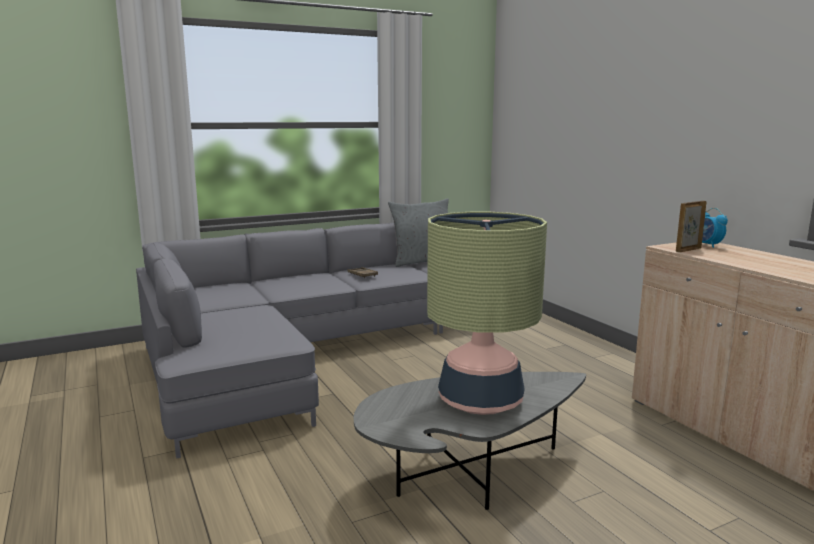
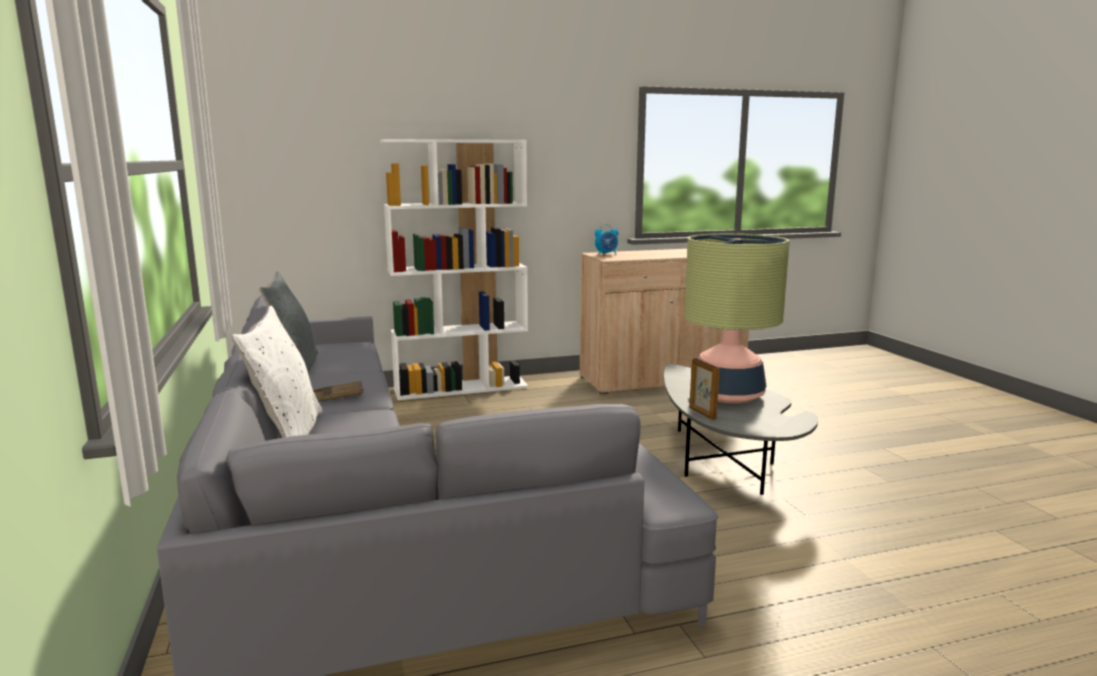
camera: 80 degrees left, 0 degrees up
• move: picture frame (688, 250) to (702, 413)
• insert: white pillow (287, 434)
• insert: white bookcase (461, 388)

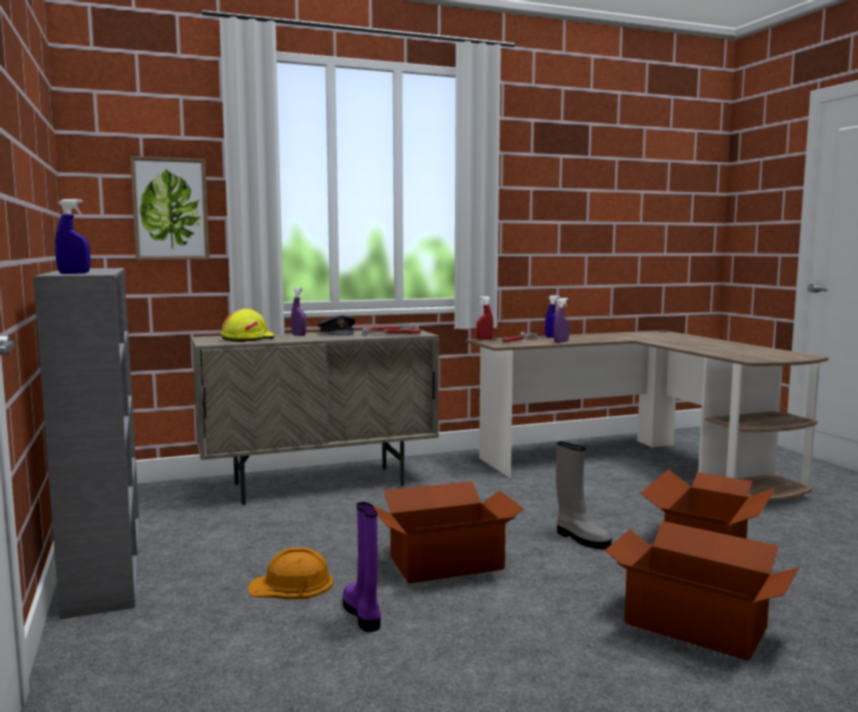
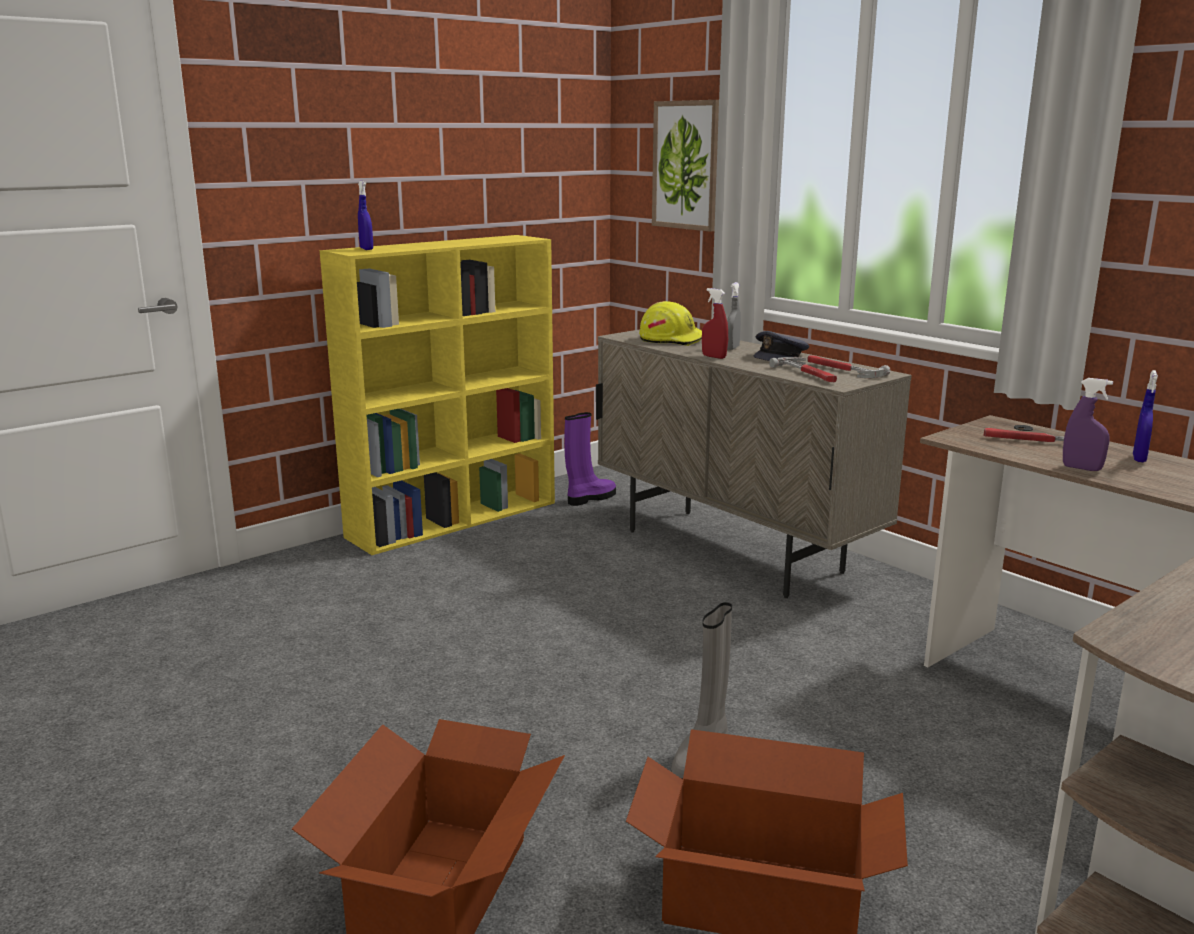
camera: 70 degrees right, 10 degrees up
• recolor: grey bookcase (105, 560) to yellow bookcase (455, 519)
• delete: orange hard hat (292, 585)
• recolor: purple spray bottle (299, 335) to grey spray bottle (732, 348)
• move: purple boot (363, 614) to (590, 498)
• delete: cardboard box (445, 563)
• move: red spray bottle (484, 339) to (714, 357)

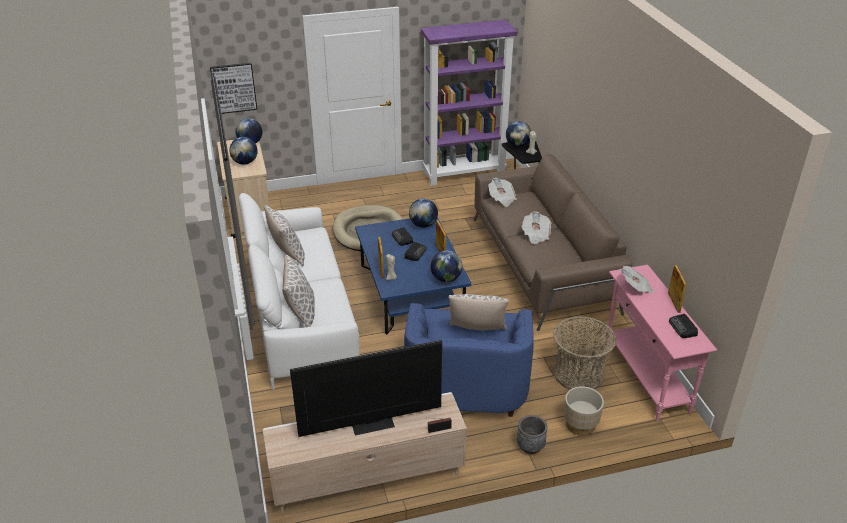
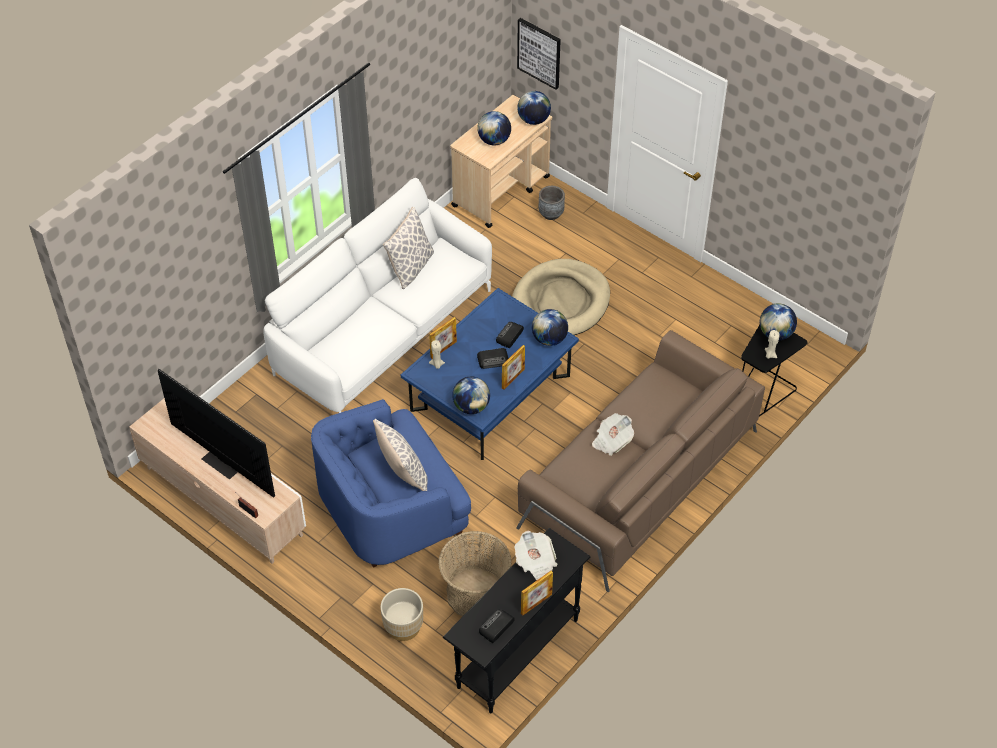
camera: 55 degrees right, 15 degrees up
• delete: pillow (301, 312)
• delete: purple bookcase (464, 173)
• delete: newspaper (502, 199)
• move: grey planter (530, 446) to (551, 213)
• recolor: pink console table (646, 377) to black console table (517, 653)

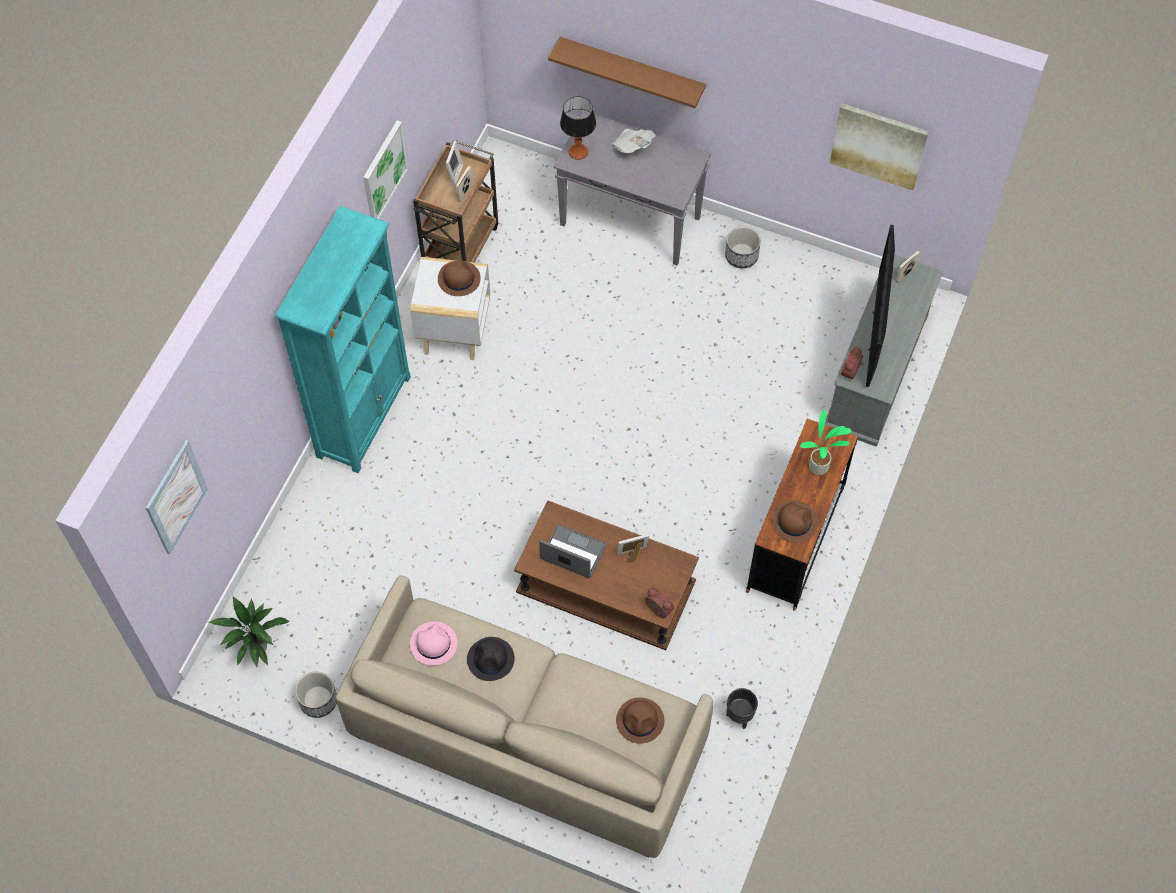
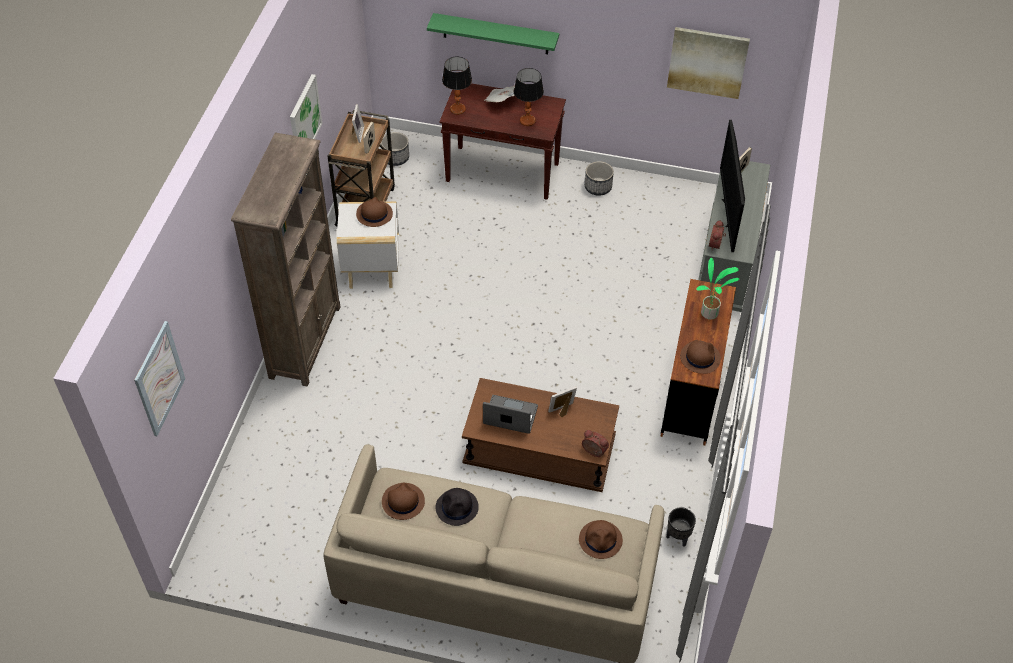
camera: 10 degrees left, 10 degrees down
• delete: potted plant (257, 649)
• recolor: turquoise bookcase (364, 416) to brown bookcase (305, 341)
• move: planter (318, 701) to (395, 158)
• recolor: pink hat (433, 644) to brown hat (402, 501)
• recolor: brown shelf (632, 71) to green shelf (495, 34)
• recolor: grey console table (631, 221) to brown console table (503, 172)
• insert: table lamp (527, 121)

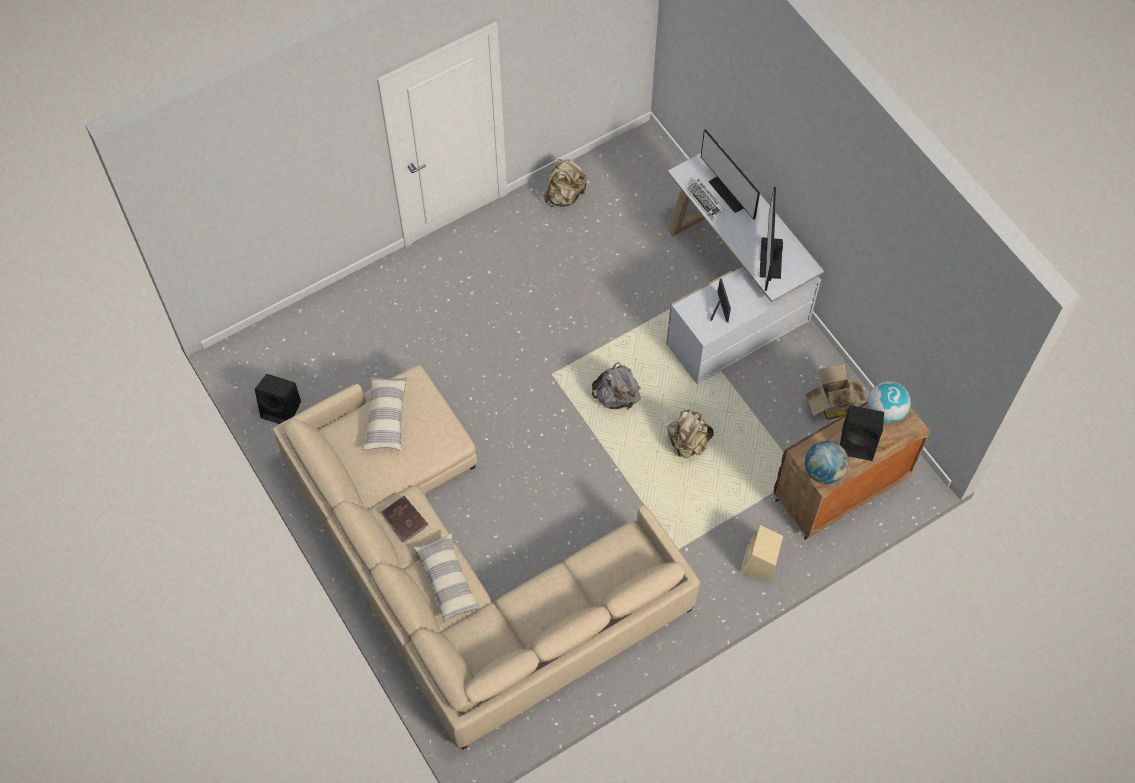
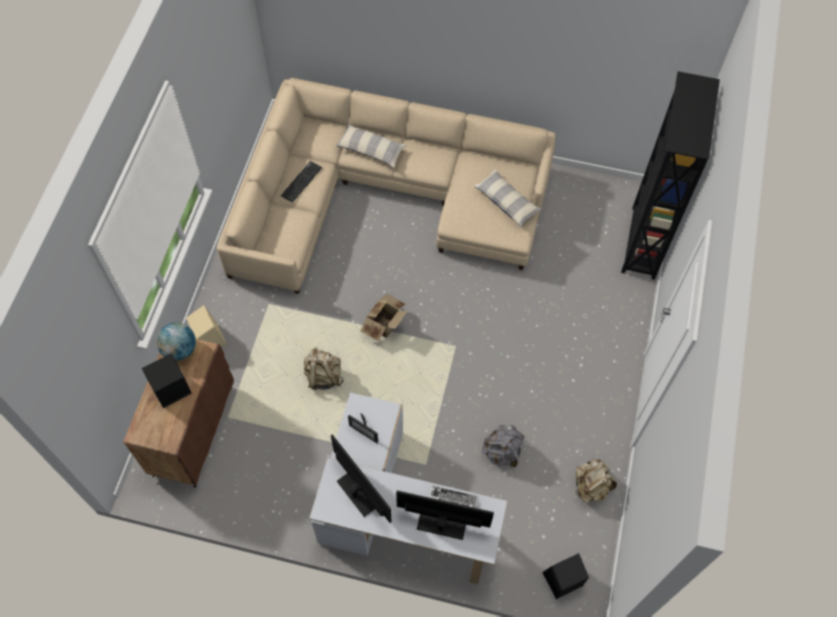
camera: 135 degrees right, 0 degrees up
• move: black speaker (282, 409) to (561, 580)
• delete: brown book (404, 520)
• move: grey backpack (616, 397) to (502, 451)
• move: cardboard box (832, 404) to (385, 325)
• delete: globe (885, 411)
• insert: keyboard (301, 182)
• insert: black bookcase (642, 243)

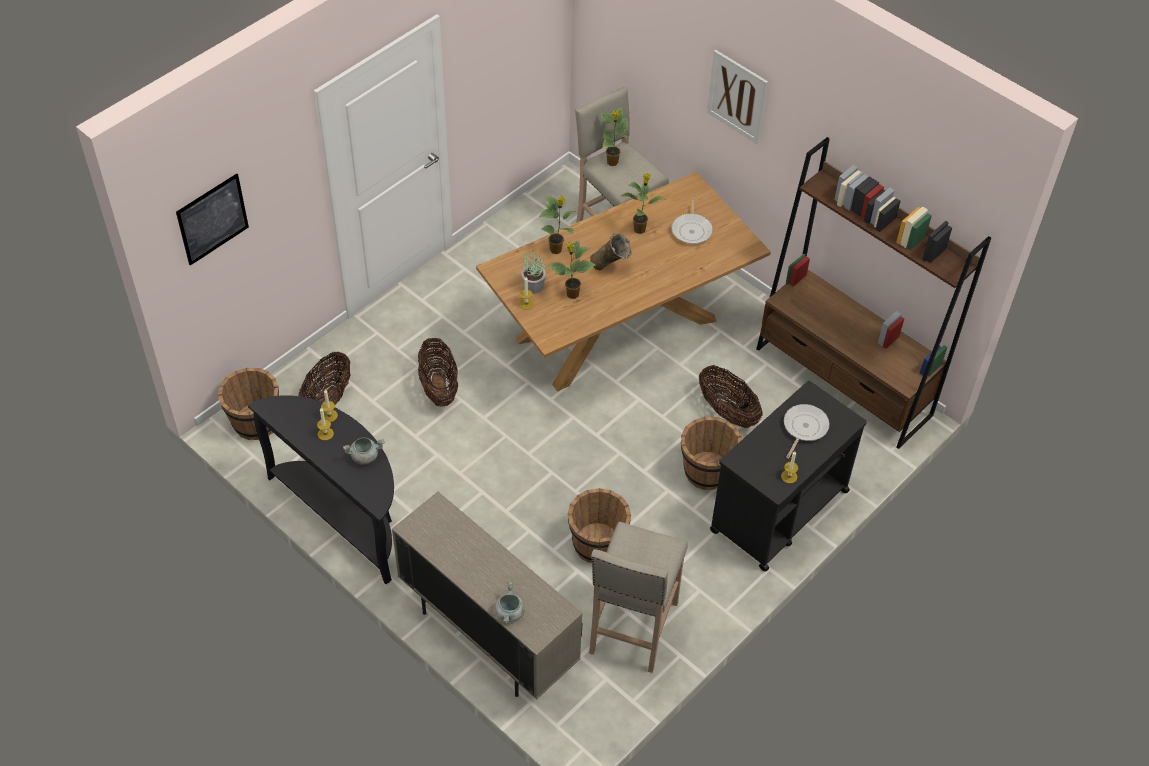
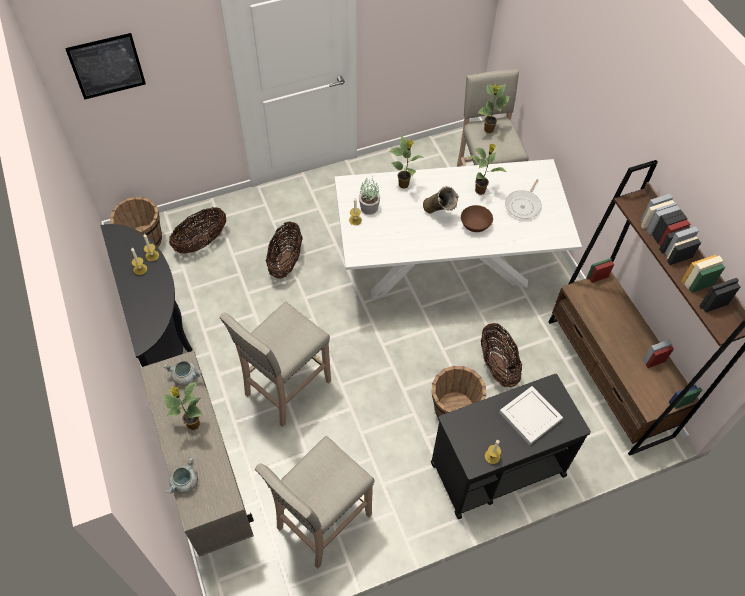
camera: 25 degrees right, 5 degrees up
• move: grey cooking pot (365, 456) to (186, 377)
• recolor: brown dining table (619, 329) to white dining table (446, 265)
• move: potted plant (572, 294) to (192, 424)
• delete: brown bucket (597, 545)
• delete: picture (737, 96)
• replace: frying pan (804, 428) to white tray (529, 416)
• insert: beige stool (286, 388)
• insert: brown bowl (475, 224)

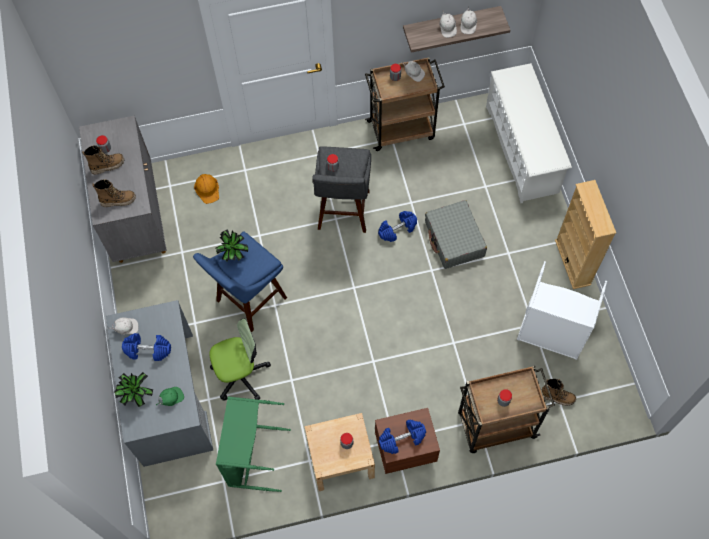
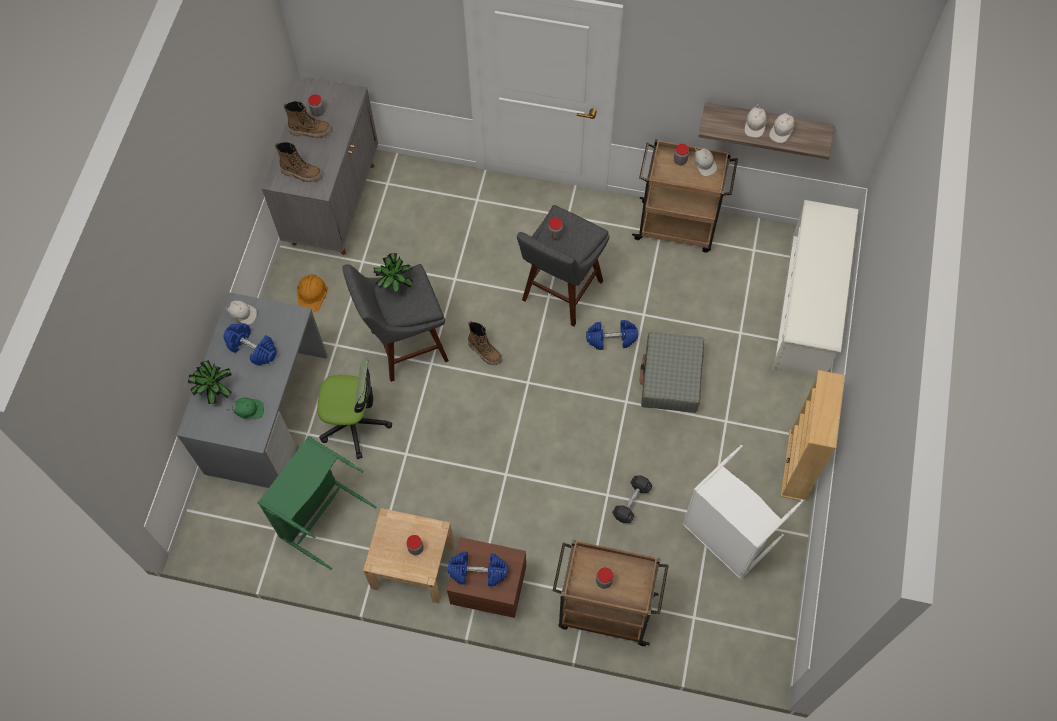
camera: 25 degrees right, 0 degrees up
• recolor: blue stool (249, 301) to grey stool (405, 347)
• move: orange hard hat (207, 189) to (311, 294)
• move: boot (557, 397) to (485, 352)
• insert: black dumbbell (631, 502)

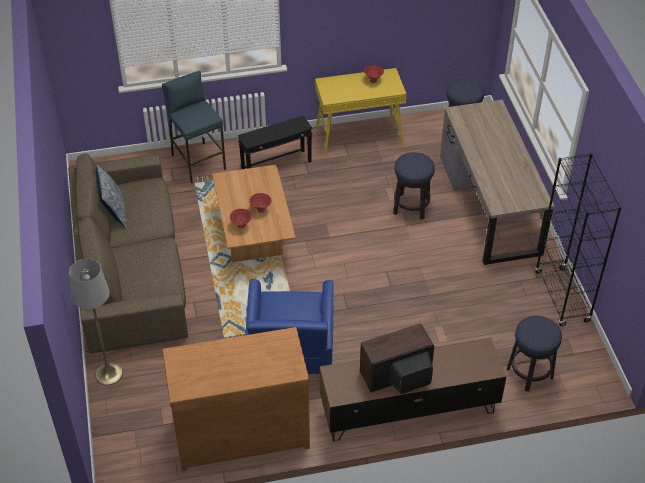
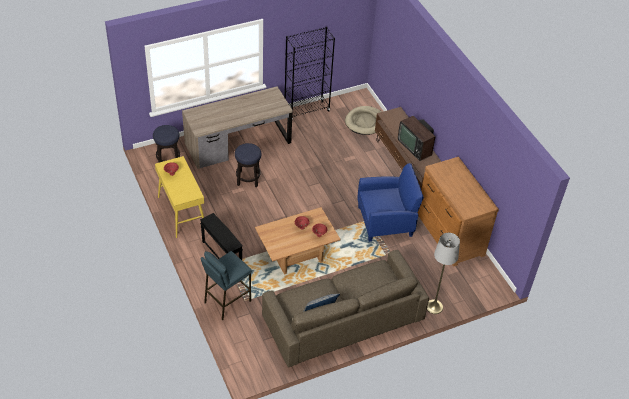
camera: 105 degrees left, 0 degrees up
• replace: stool (530, 373) to beige dog bed (365, 122)

